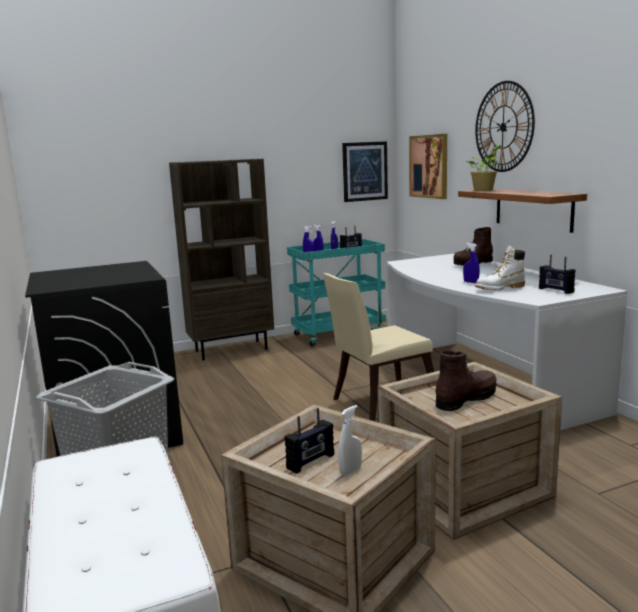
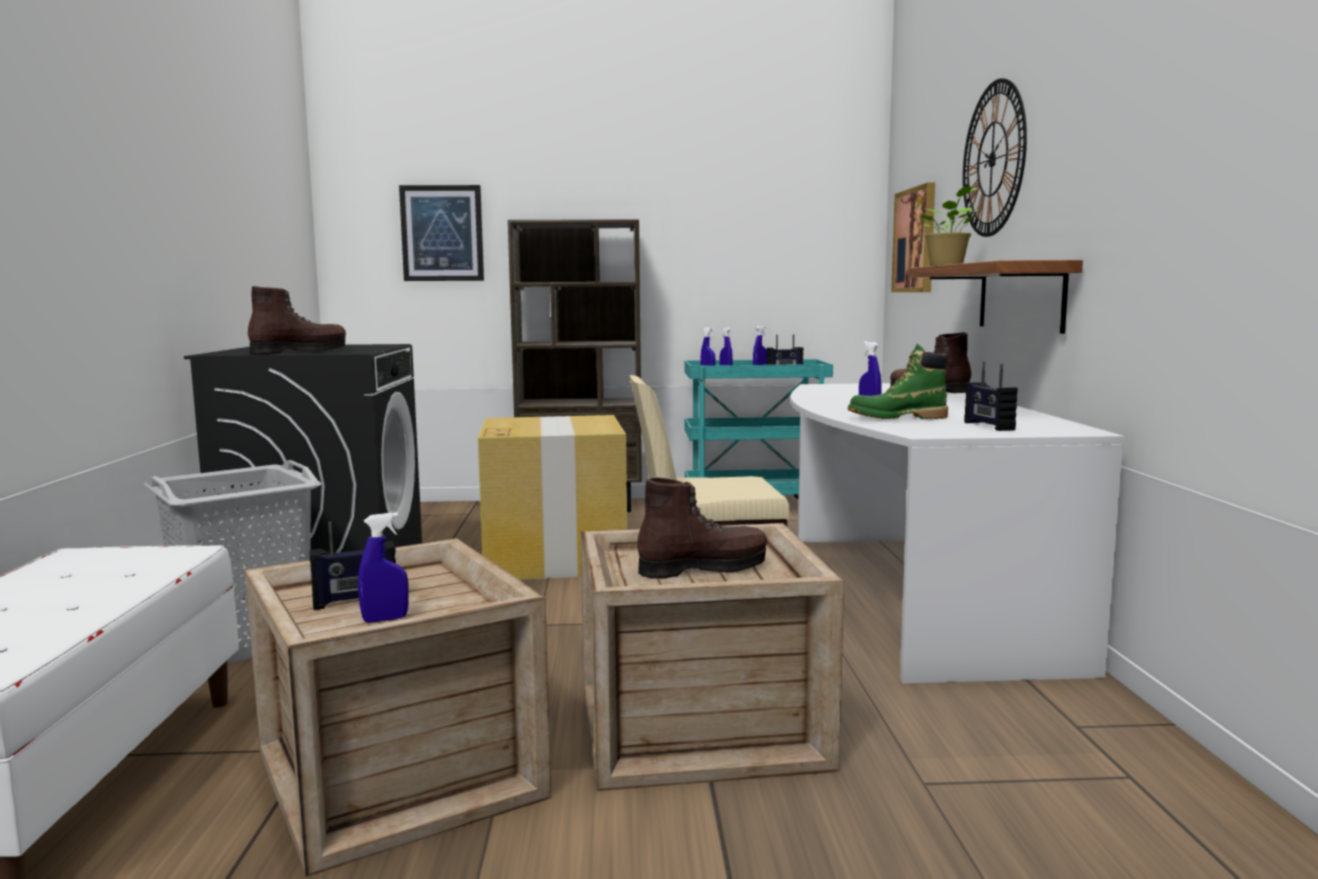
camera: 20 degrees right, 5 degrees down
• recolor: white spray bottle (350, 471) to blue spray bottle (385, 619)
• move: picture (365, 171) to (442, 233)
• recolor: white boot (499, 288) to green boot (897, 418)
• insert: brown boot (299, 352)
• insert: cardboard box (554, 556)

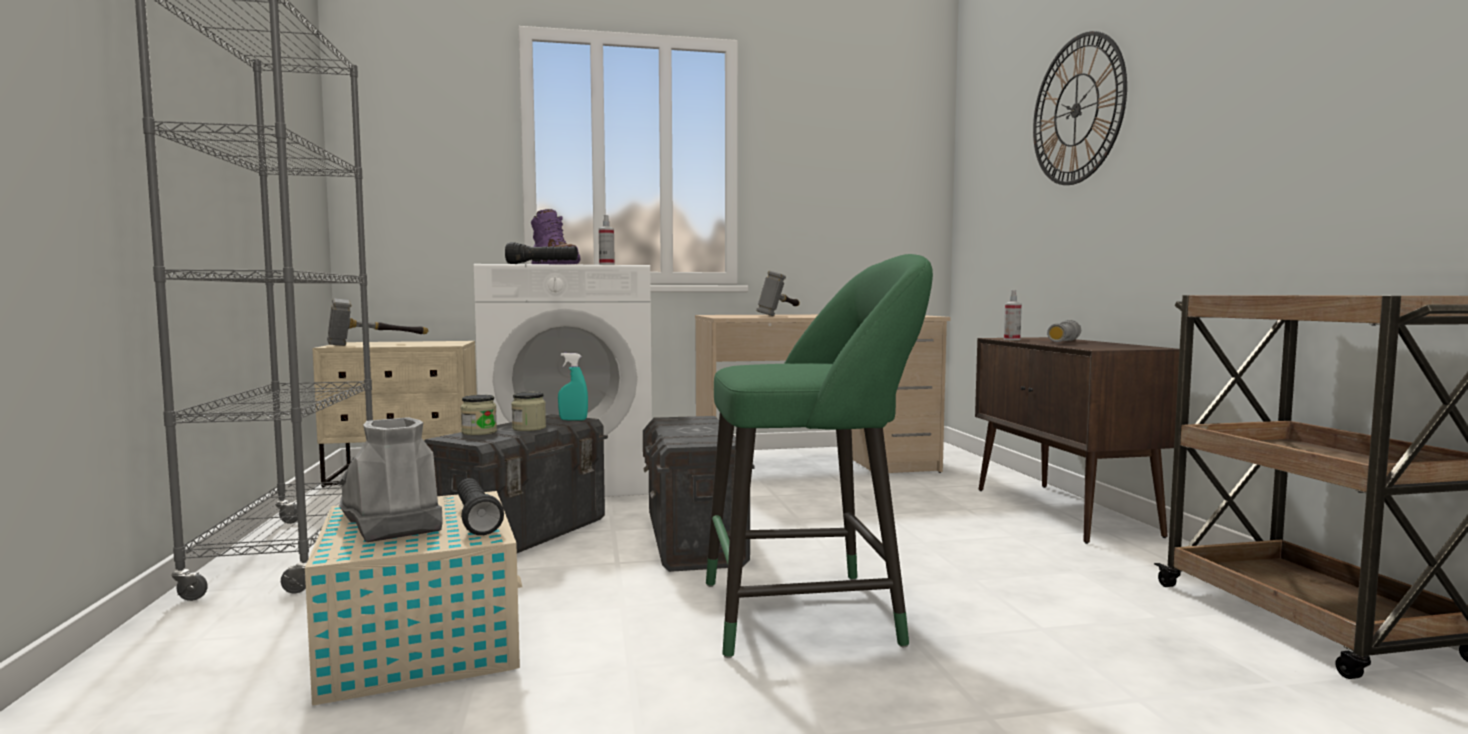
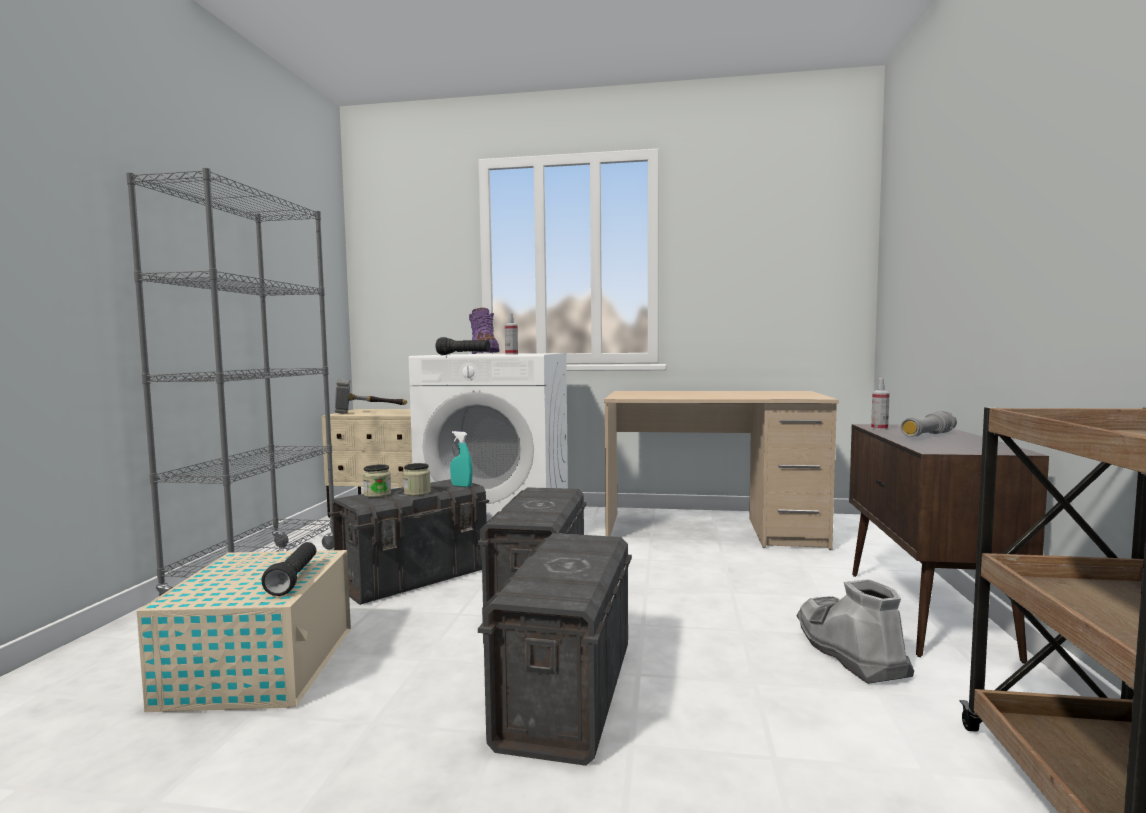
camera: 20 degrees right, 0 degrees up
• move: grey boot (390, 517) to (849, 651)
• replace: green stool (812, 612) to grey storage box (566, 694)
• delete: hammer (781, 315)
• delete: wall clock (1076, 110)

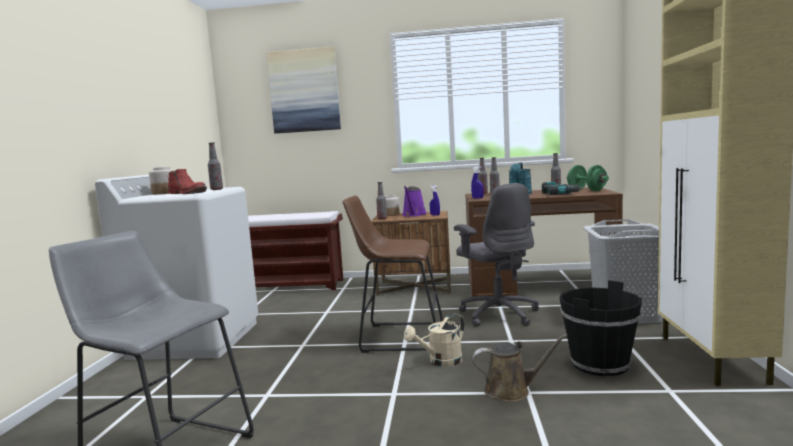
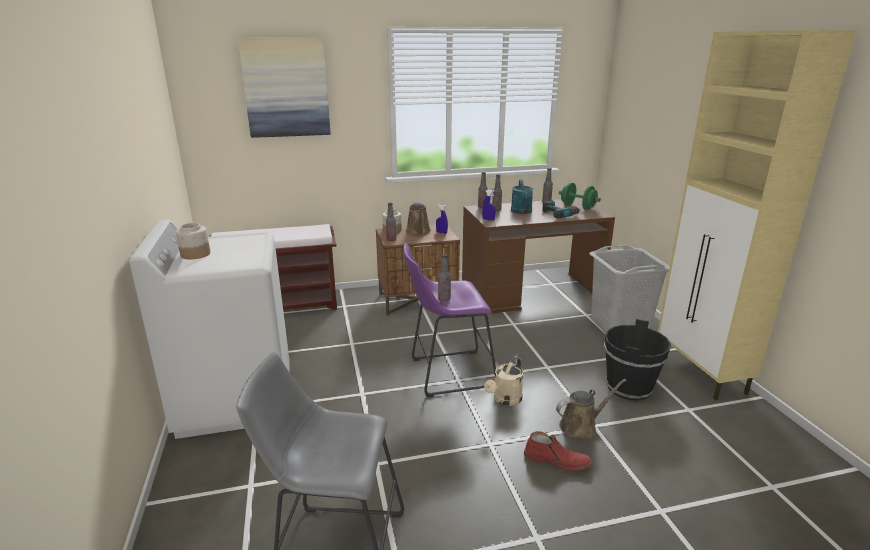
camera: 20 degrees left, 15 degrees up
• move: red boot (188, 193) to (557, 460)
• move: bottle (216, 189) to (444, 299)
• recolor: brown stool (397, 337) to purple stool (447, 373)
• recolor: purple watering can (414, 215) to brown watering can (418, 232)
• delete: grey office chair (498, 314)

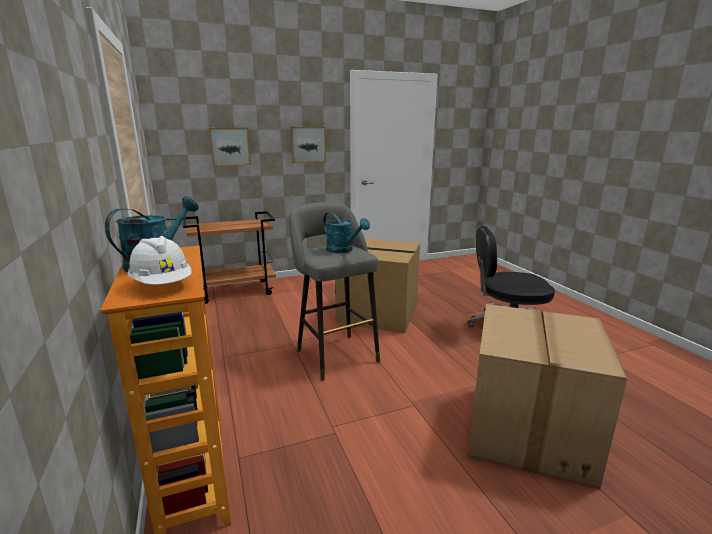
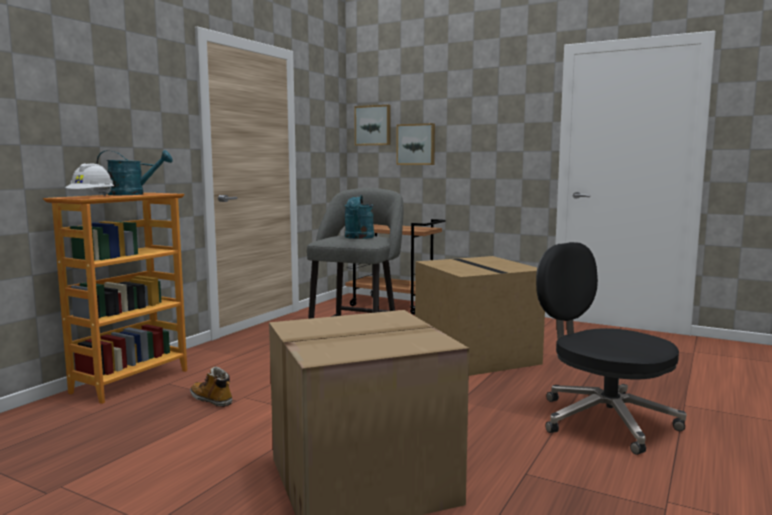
camera: 50 degrees right, 10 degrees down
• move: picture (308, 144) to (373, 125)
• insert: boot (212, 400)

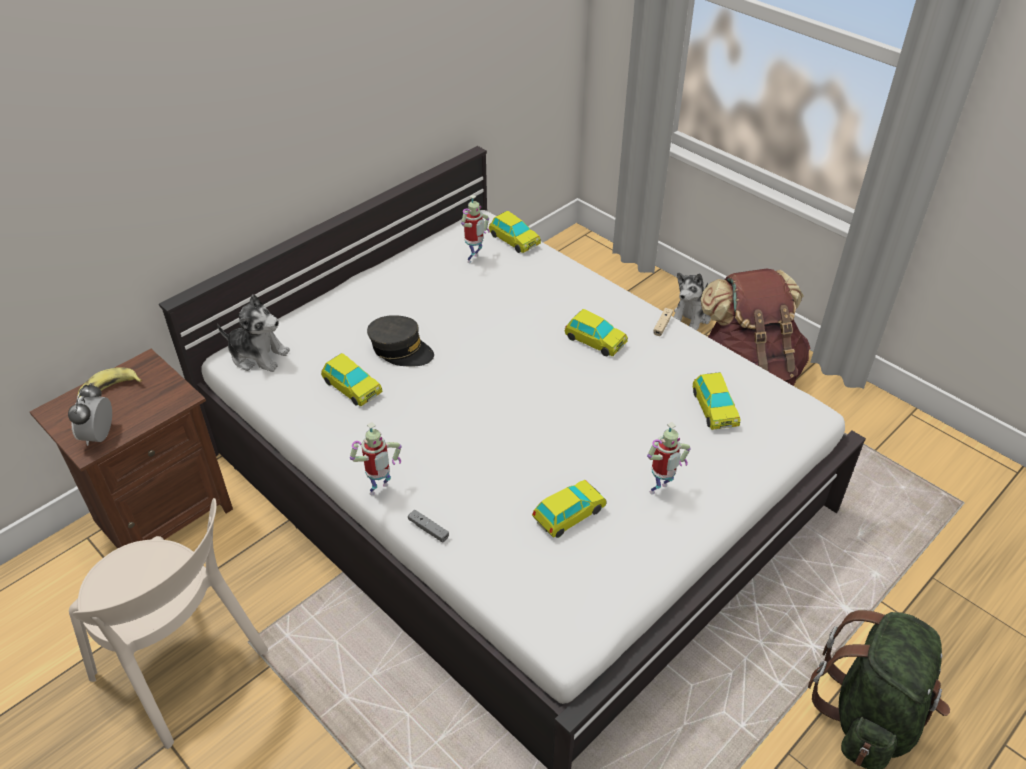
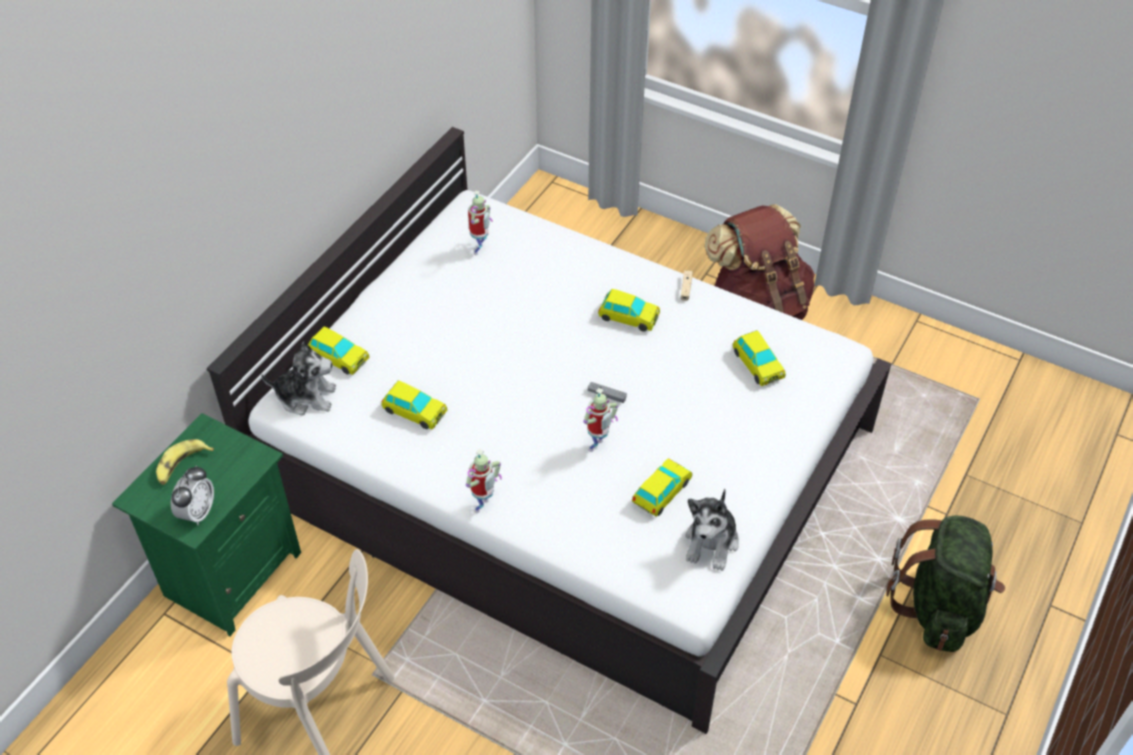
camera: 15 degrees left, 5 degrees up
• recolor: brown nightstand (161, 514) to green nightstand (230, 574)
• rotate: alarm clock (100, 436) = (197, 513) 150 degrees counterclockwise
• delete: grey cap (401, 349)
• move: grey game controller (428, 529) to (607, 395)
• move: toy car (514, 240) to (339, 357)
• move: toy robot (660, 491) to (597, 447)
• move: plush toy (691, 317) to (711, 542)

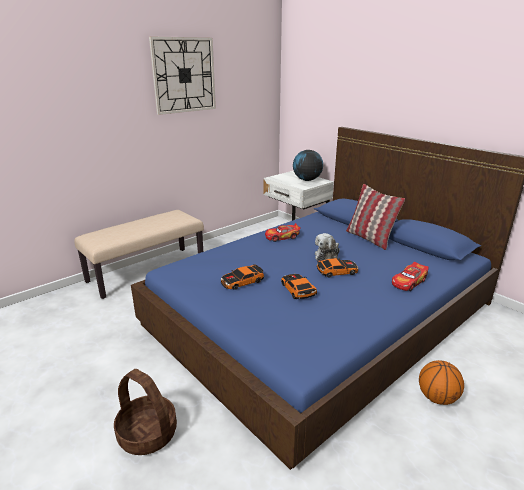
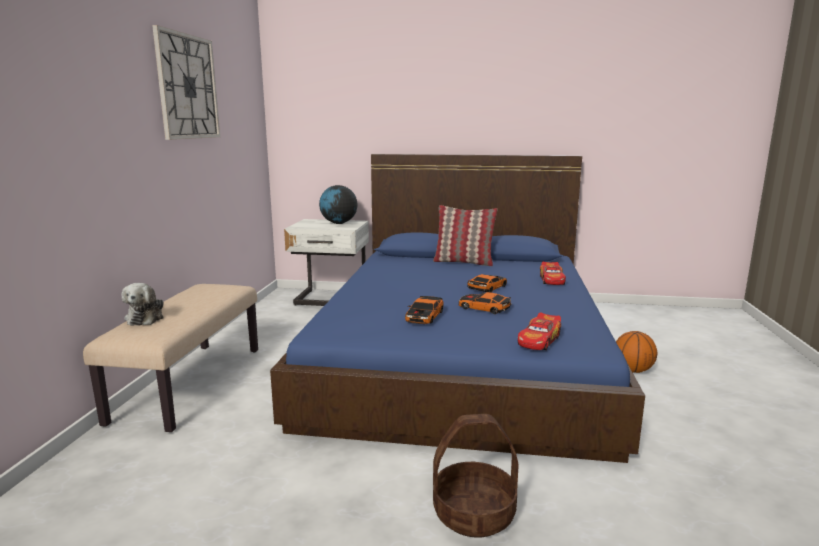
camera: 40 degrees left, 10 degrees down
• move: toy car (282, 237) to (539, 340)
• move: plush toy (327, 256) to (146, 318)

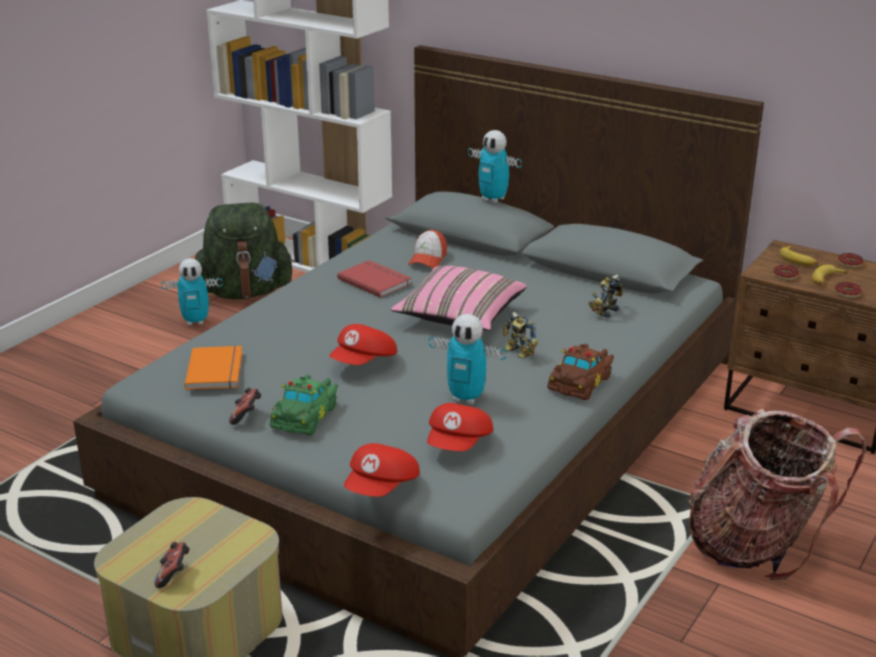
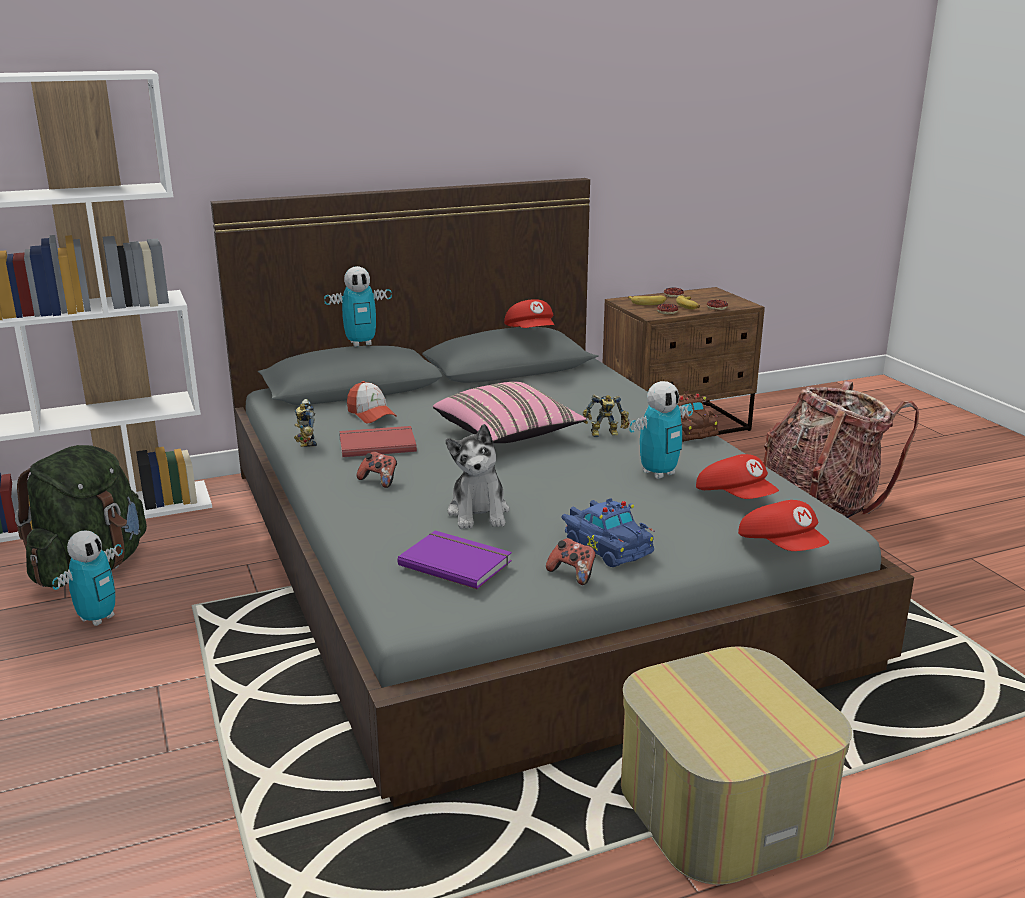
camera: 55 degrees left, 5 degrees down
• move: game controller (174, 575) to (379, 481)
• recolor: orange book (217, 370) to purple book (456, 562)
• recolor: green toy car (306, 415) to blue toy car (607, 545)
• move: red cap (364, 362) to (531, 333)
• move: toy robot (604, 311) to (304, 442)
• insert: plush toy (479, 513)

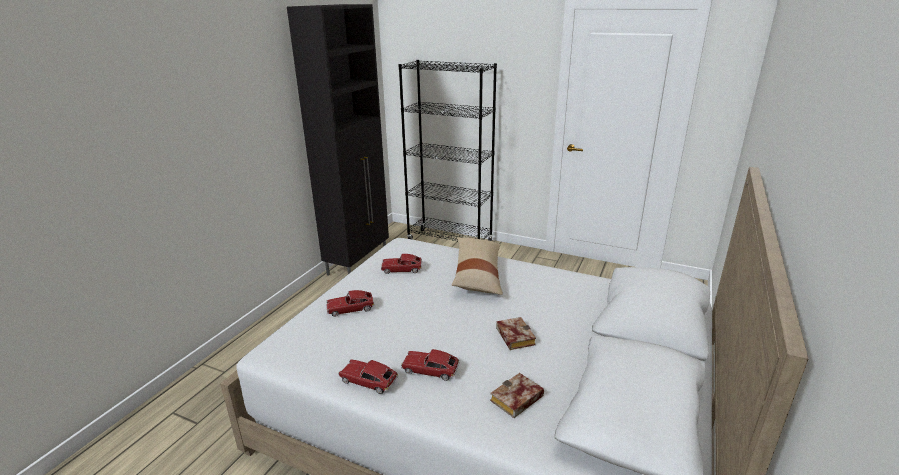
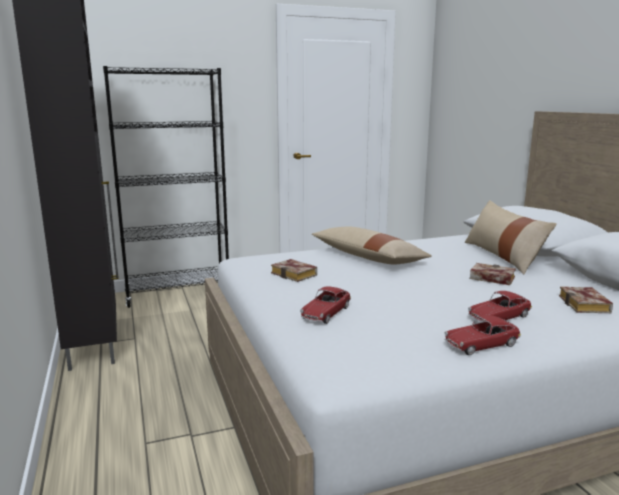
camera: 45 degrees left, 10 degrees down
• replace: toy car (402, 269) to book (296, 274)
• insert: beige pillow (503, 256)

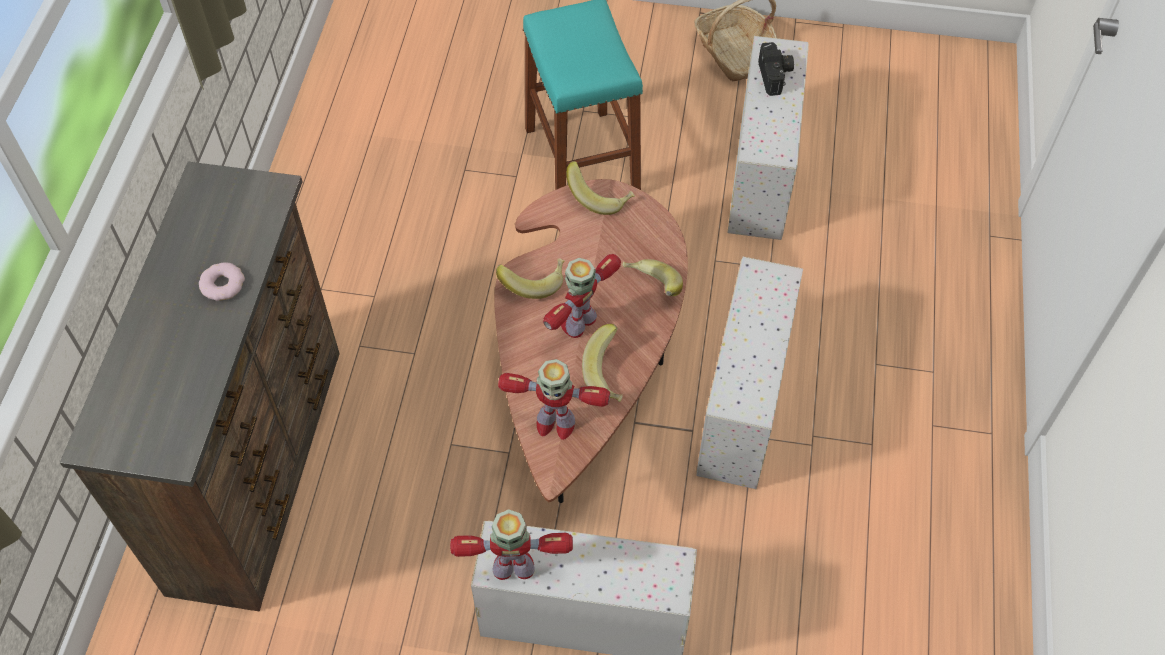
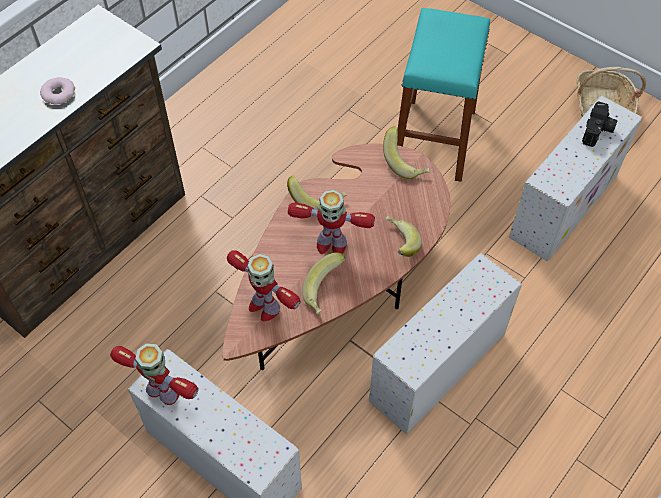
camera: 30 degrees right, 0 degrees up
• rotate: toy robot (580, 322) = (330, 244) 150 degrees counterclockwise

